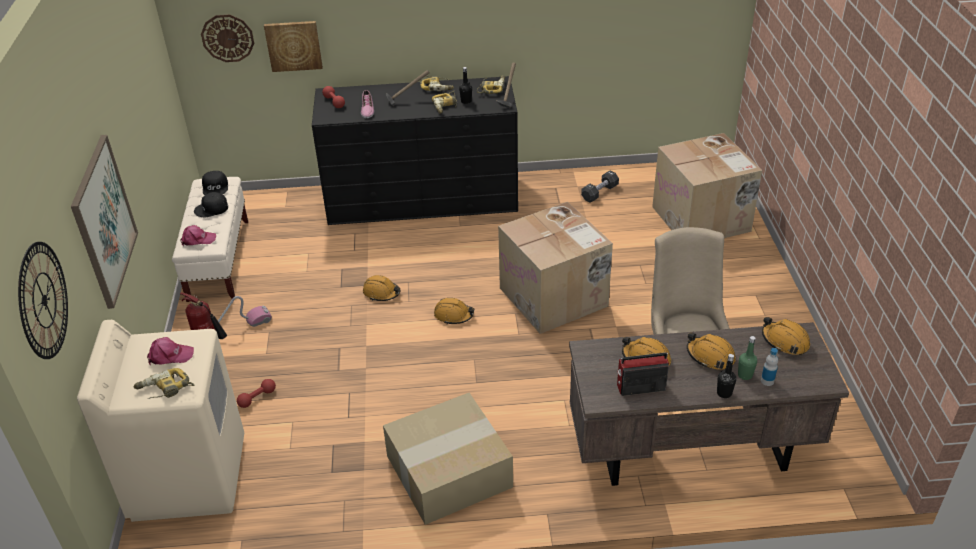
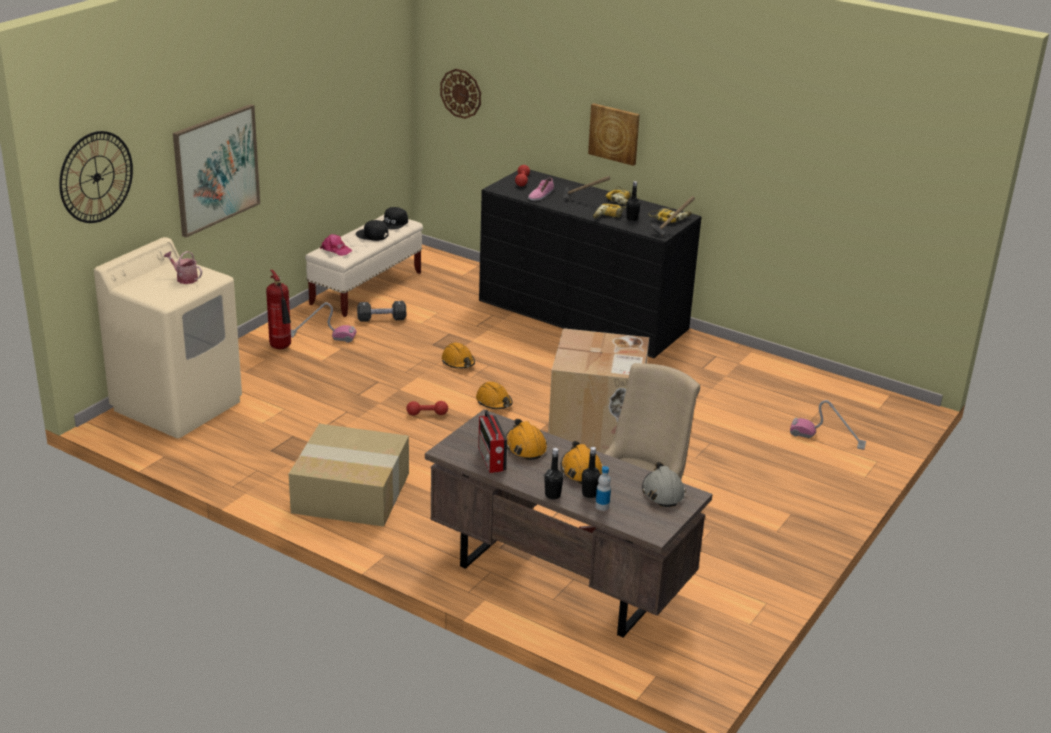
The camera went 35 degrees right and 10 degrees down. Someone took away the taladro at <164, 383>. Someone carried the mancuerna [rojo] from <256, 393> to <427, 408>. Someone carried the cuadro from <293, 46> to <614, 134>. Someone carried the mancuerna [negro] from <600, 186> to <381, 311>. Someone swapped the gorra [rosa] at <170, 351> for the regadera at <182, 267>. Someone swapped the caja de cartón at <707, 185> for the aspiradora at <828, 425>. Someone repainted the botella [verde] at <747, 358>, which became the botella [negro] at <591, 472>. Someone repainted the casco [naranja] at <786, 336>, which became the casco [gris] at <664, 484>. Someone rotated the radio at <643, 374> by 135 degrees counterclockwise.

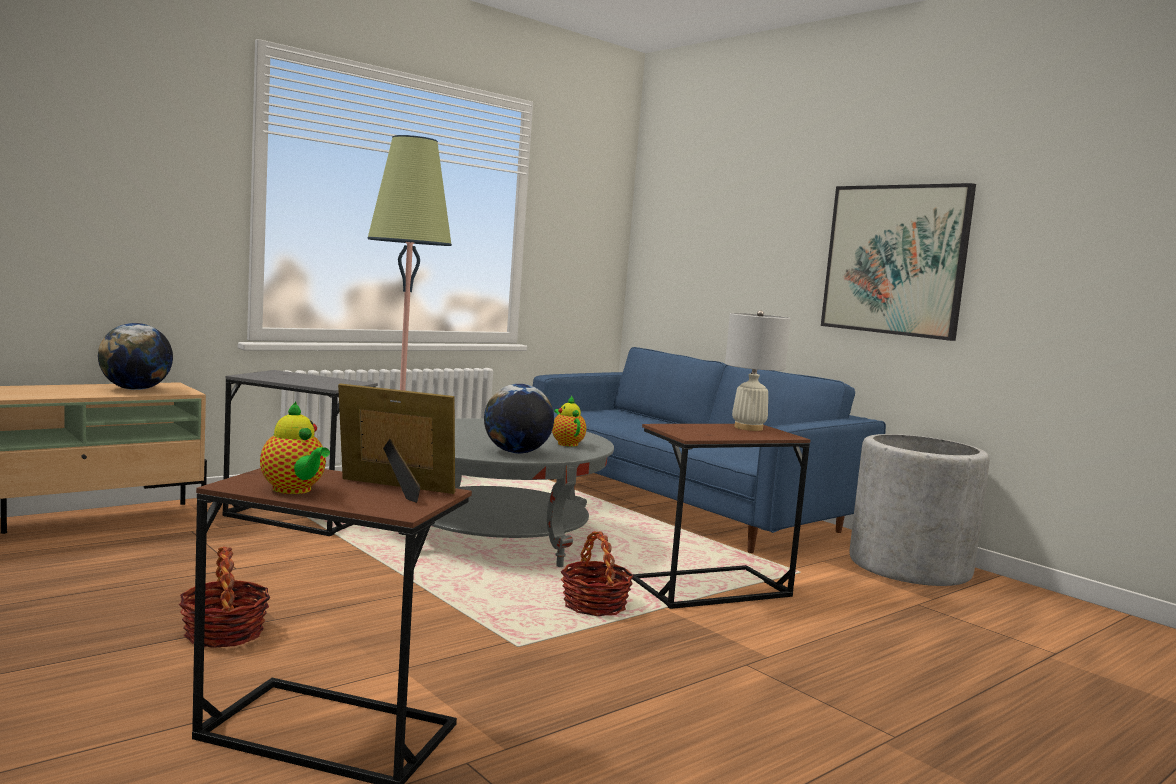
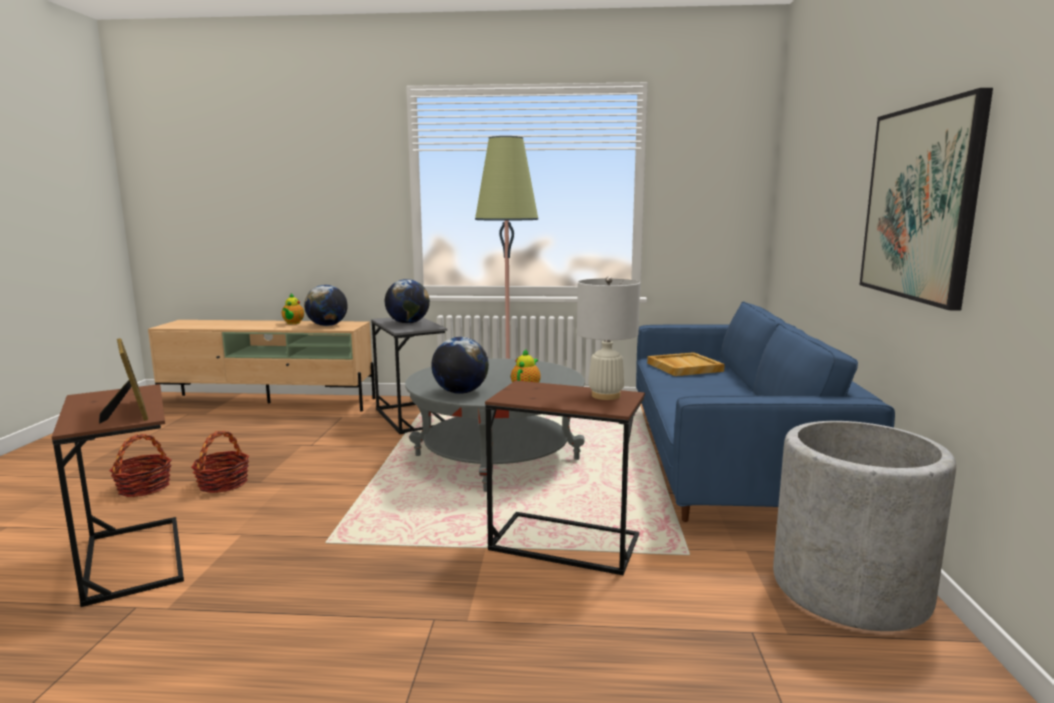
The camera went 45 degrees right and 5 degrees up. Someone put down the globo terráqueo at <407, 301>. Someone put down the bandeja [beis] at <686, 364>. Someone carried the tetera from <295, 448> to <293, 308>. Someone carried the cesta from <597, 573> to <140, 465>.

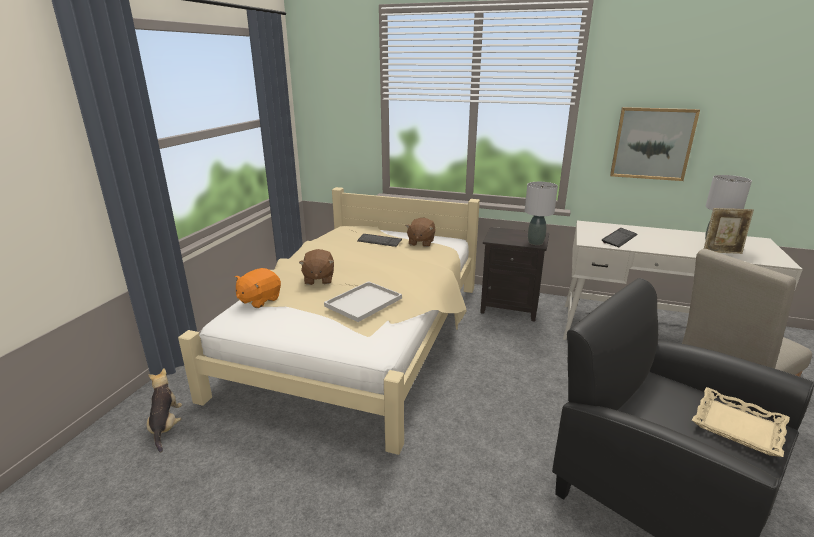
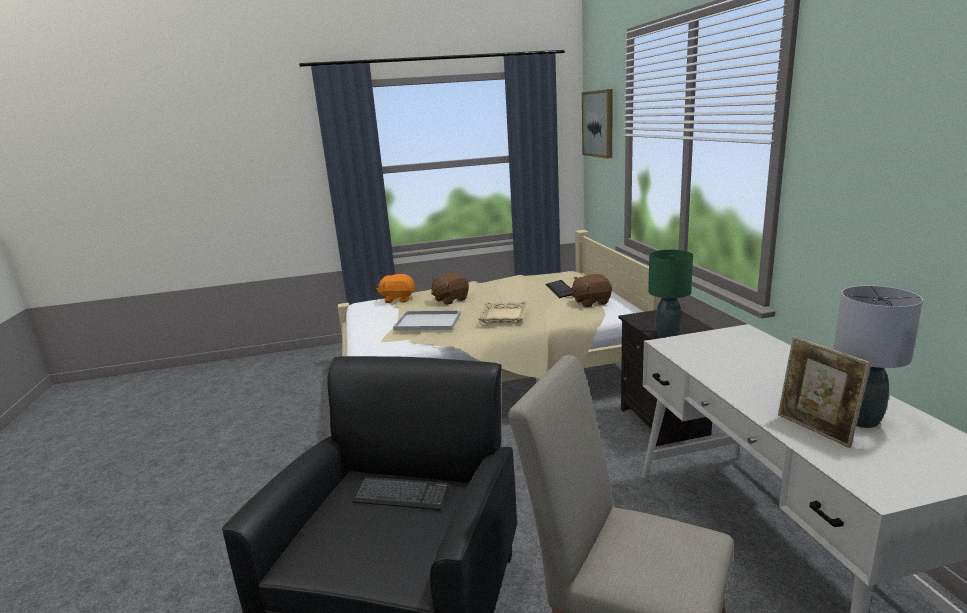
The camera went 60 degrees right and 5 degrees down. Someone took away the peluche at <164, 410>. Someone carried the teclado from <620, 237> to <400, 493>. Someone carried the cuadro from <655, 144> to <597, 124>. Someone carried the bandeja [beis] from <741, 422> to <502, 312>. Someone repainted the lámpara de mesa [gris] at <541, 213>, which became the lámpara de mesa [verde] at <670, 294>.

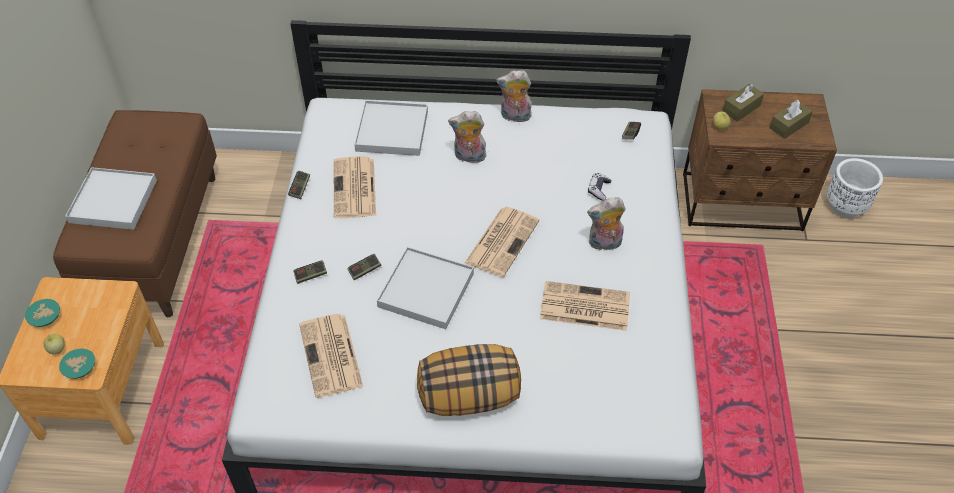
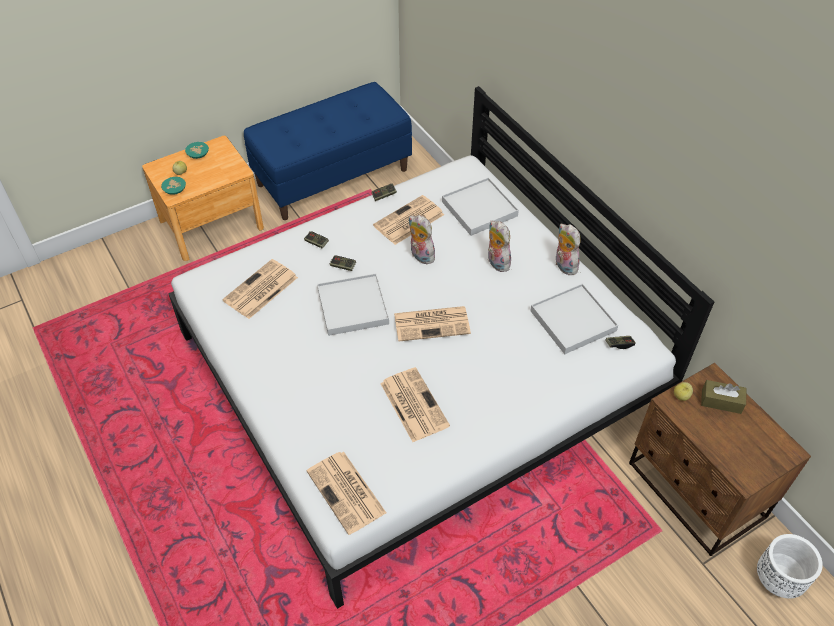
The camera went 55 degrees right and 0 degrees up. Someone took away the cojín at <469, 380>. Someone took away the mando de consola at <599, 187>. Someone took away the caja de pañuelos [marrón] at <791, 119>. Someone put down the periódico at <346, 493>. Someone carried the bandeja [blanco] from <111, 198> to <574, 318>. Someone carried the peluche from <606, 224> to <421, 239>. Someone repainted the banco [marrón] at <135, 213>, which became the banco [azul] at <328, 151>.

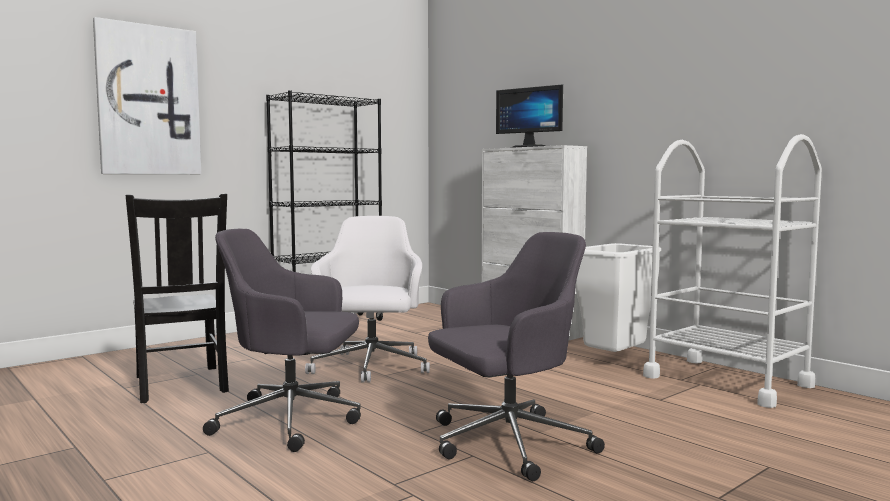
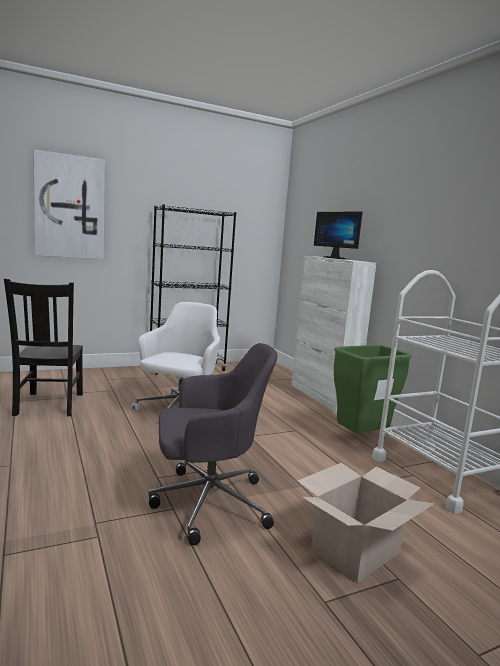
The camera went 15 degrees right and 5 degrees up. Someone took away the silla de oficina [gris] at <282, 340>. Someone put down the caja de cartón at <365, 523>. Someone repainted the papelera [blanco] at <618, 297>, which became the papelera [verde] at <373, 389>.

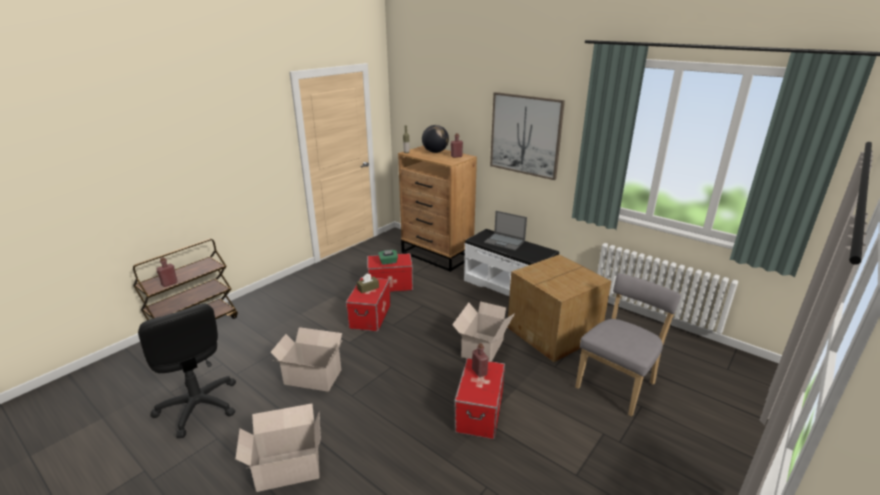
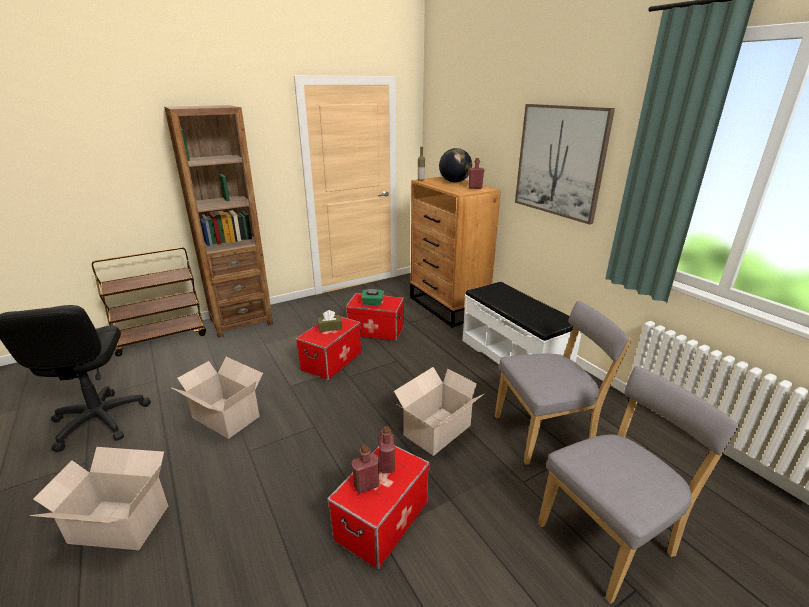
The camera went 20 degrees right and 0 degrees up. Someone took away the portátil at <505, 230>. Someone put down the estantería [marrón] at <218, 221>. Someone carried the botella [rojo] from <167, 272> to <366, 469>. Someone swapped the caja de cartón at <559, 308> for the silla [gris] at <563, 383>.

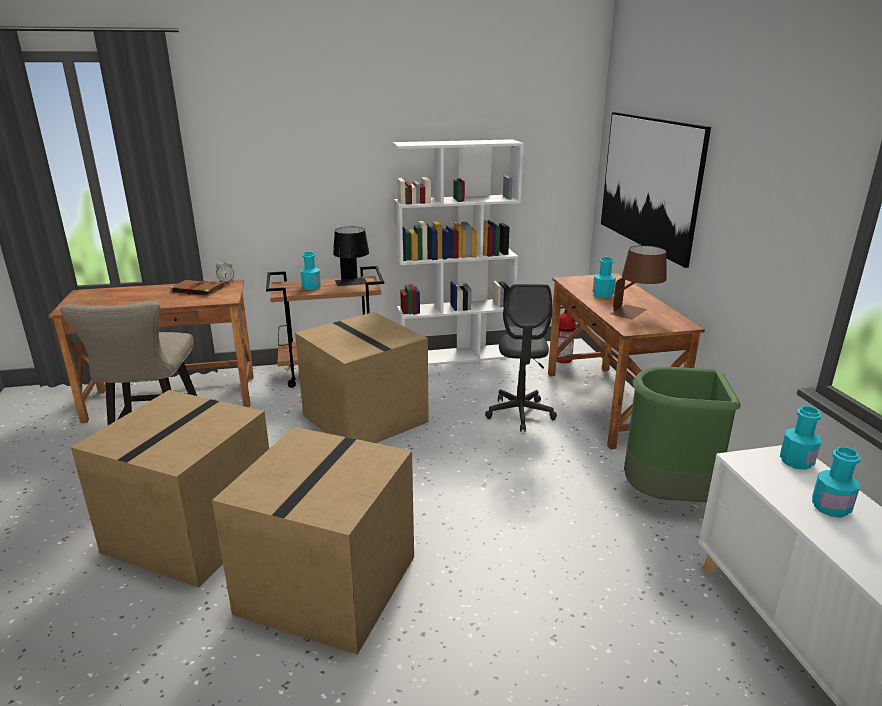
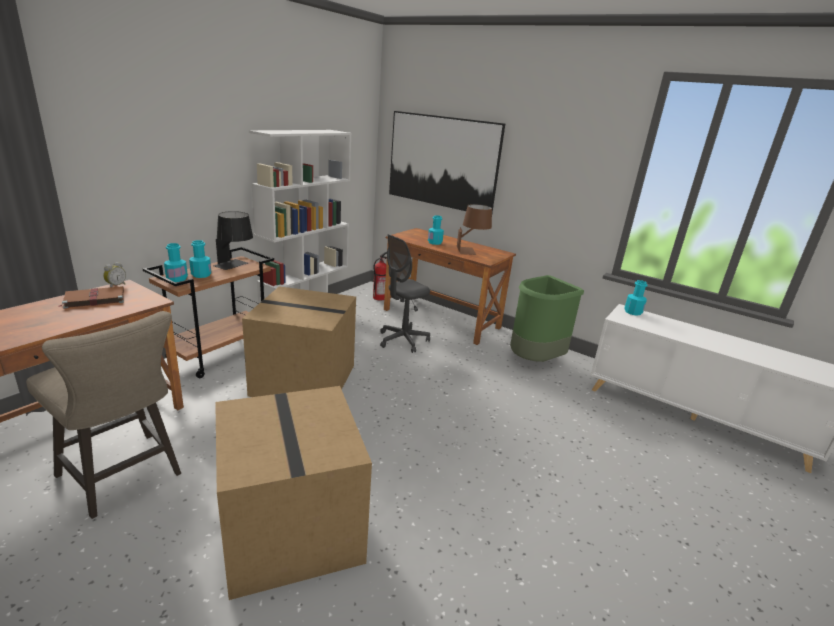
The camera went 45 degrees left and 0 degrees up. Someone took away the caja de cartón at <313, 541>. Someone carried the botella [turquesa] from <836, 482> to <176, 262>. Someone rotated the silla de oficina [gris] at <521, 358> by 90 degrees clockwise.

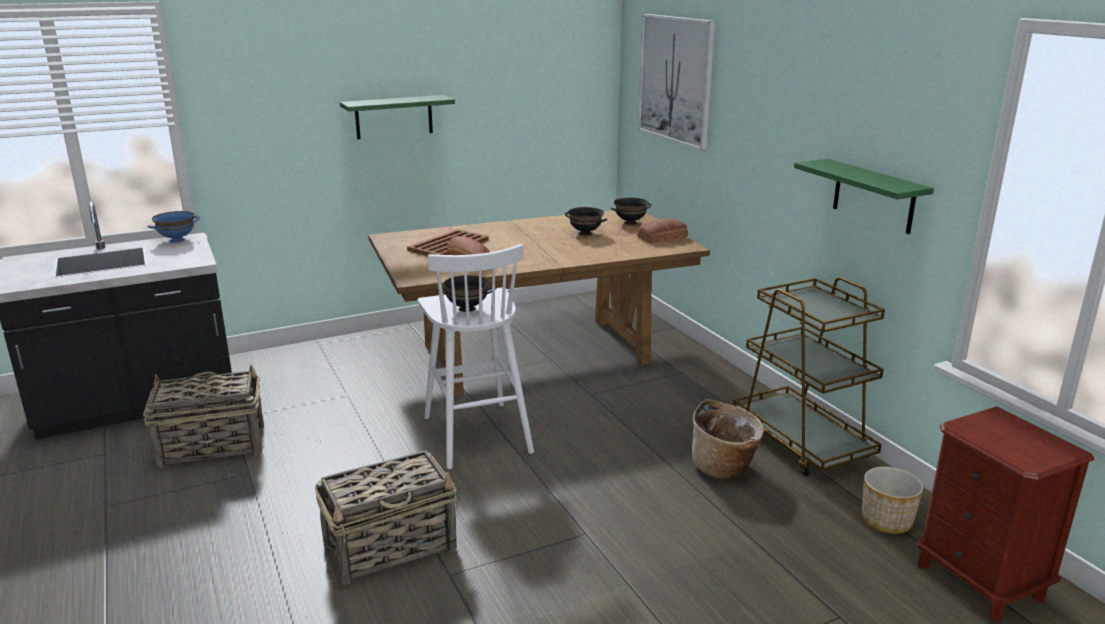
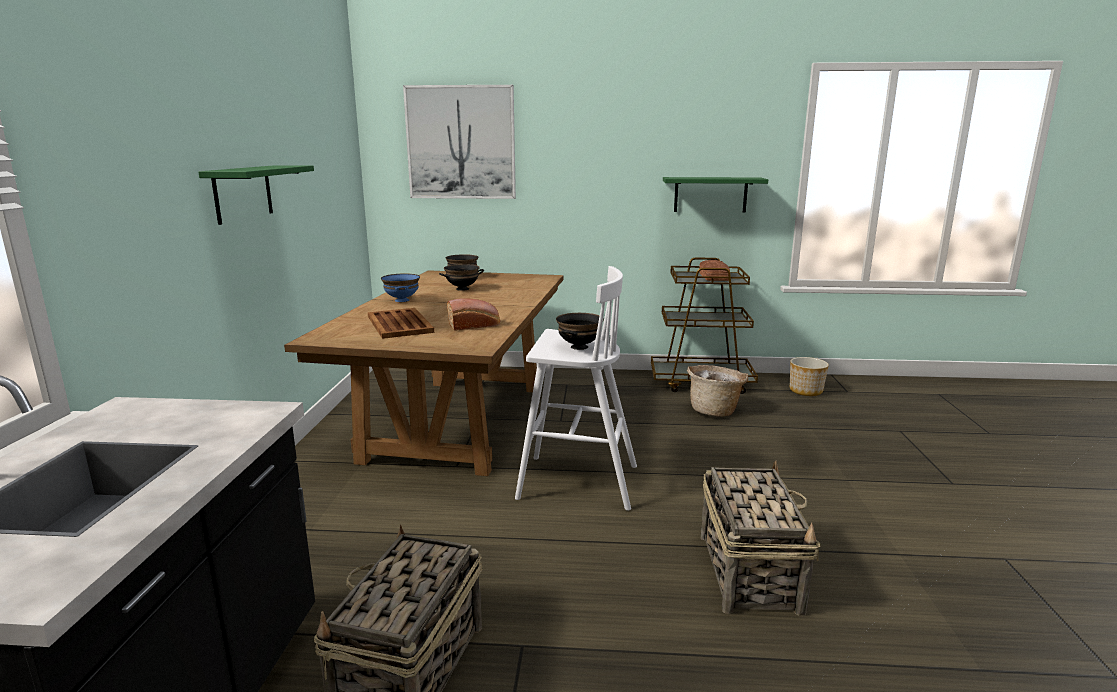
The camera went 60 degrees left and 5 degrees down. Someone took away the mesita de noche [marrón] at <1005, 514>. Someone carried the cuenco [azul] from <173, 226> to <400, 288>. Someone carried the pan from <662, 231> to <714, 270>.

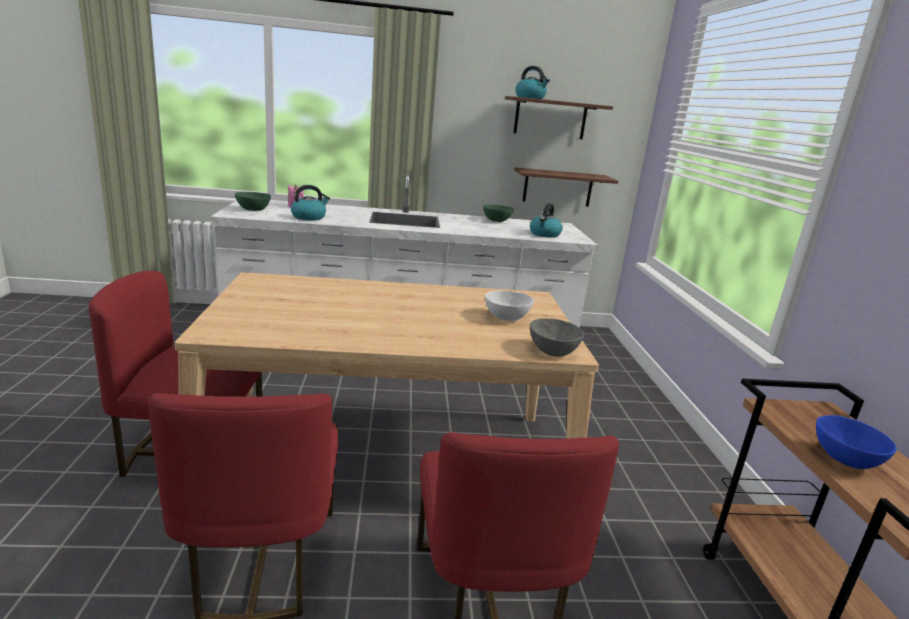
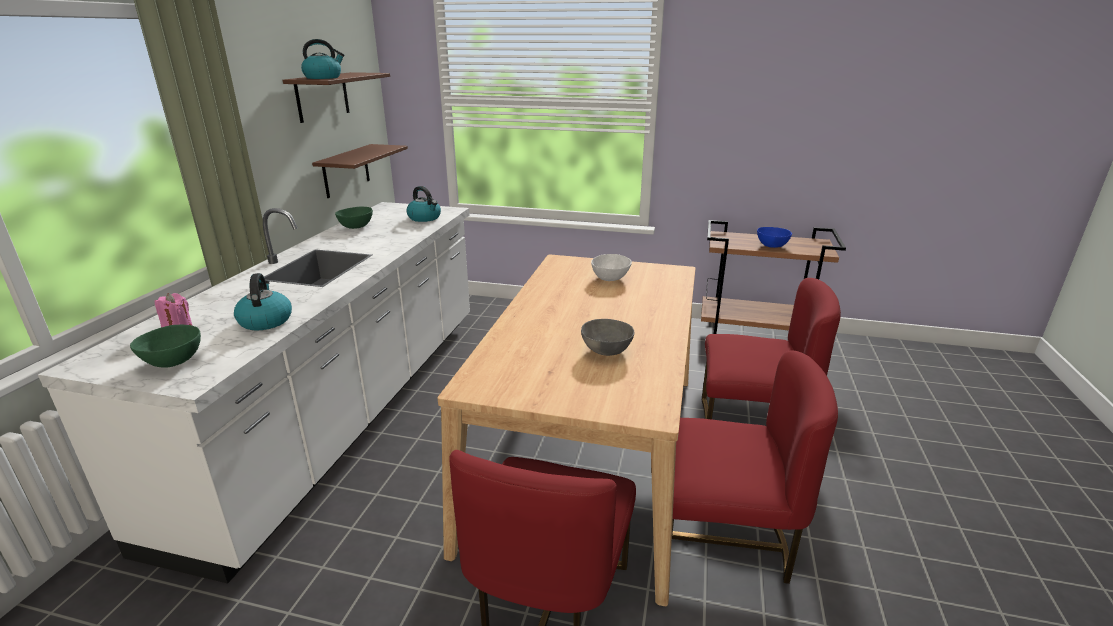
The camera went 70 degrees left and 5 degrees up. Someone carried the cuenco [gris] from <557, 337> to <607, 337>.

